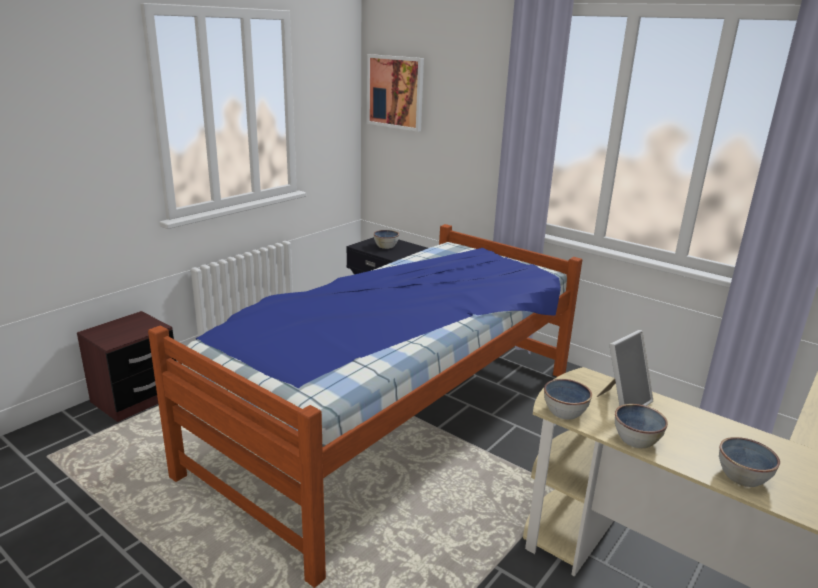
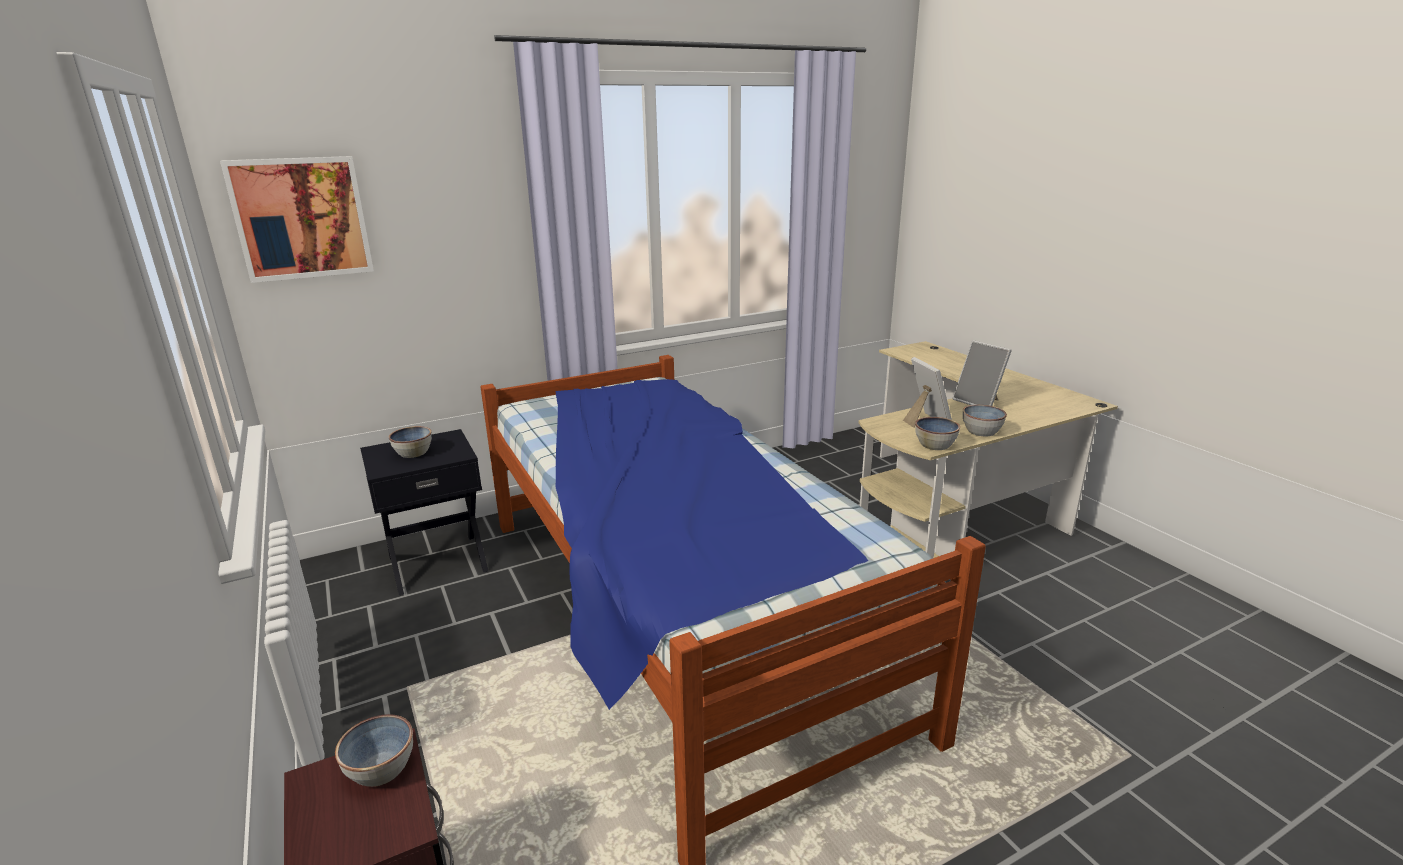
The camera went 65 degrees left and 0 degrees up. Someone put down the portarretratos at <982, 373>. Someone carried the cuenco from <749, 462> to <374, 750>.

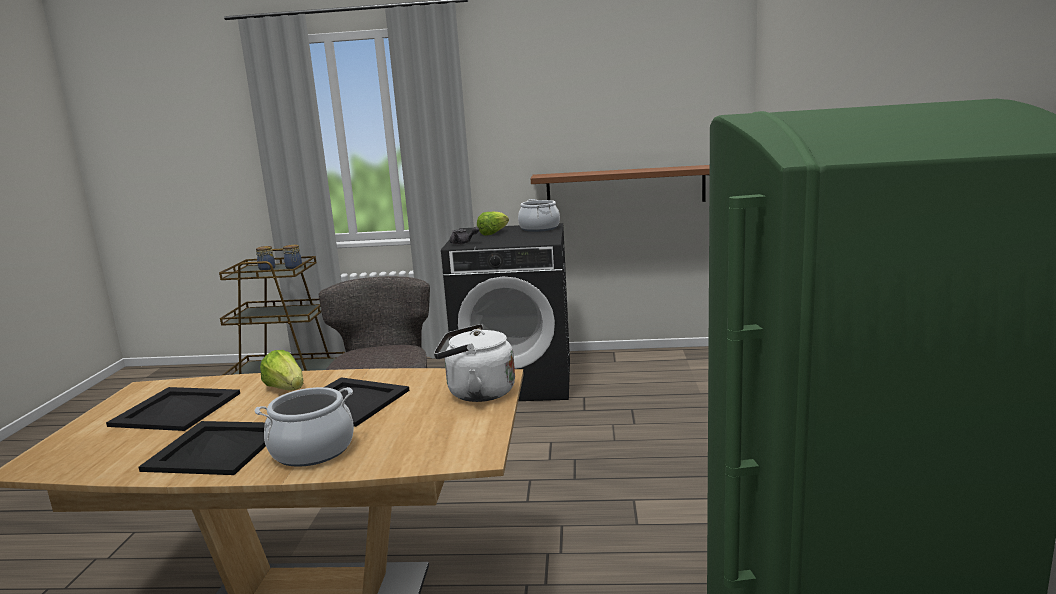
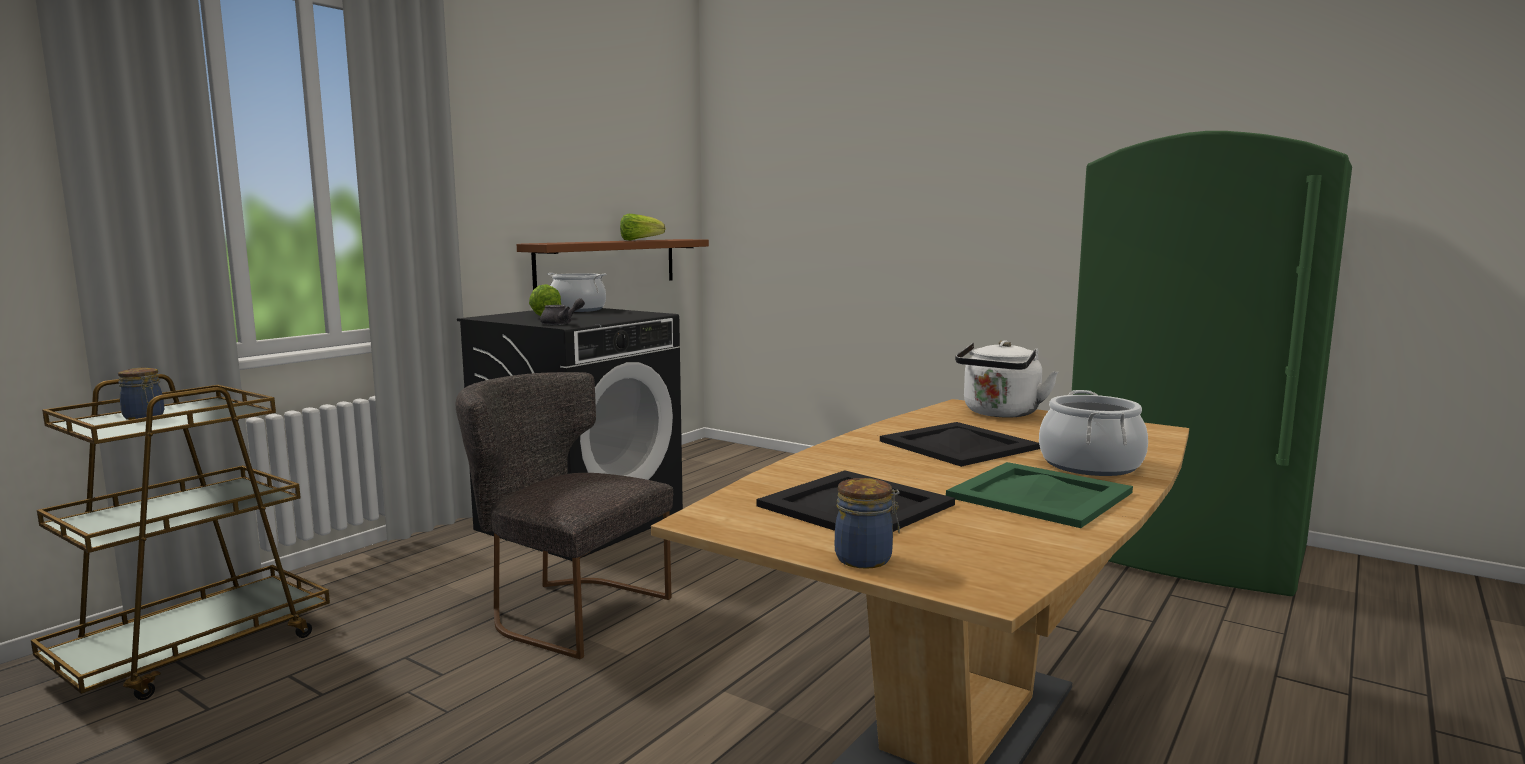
The camera went 60 degrees left and 5 degrees down. Someone carried the lechuga from <282, 370> to <642, 227>. Someone carried the tarro from <292, 256> to <867, 523>. Someone repainted the bandeja [negro] at <202, 448>, which became the bandeja [verde] at <1039, 495>.

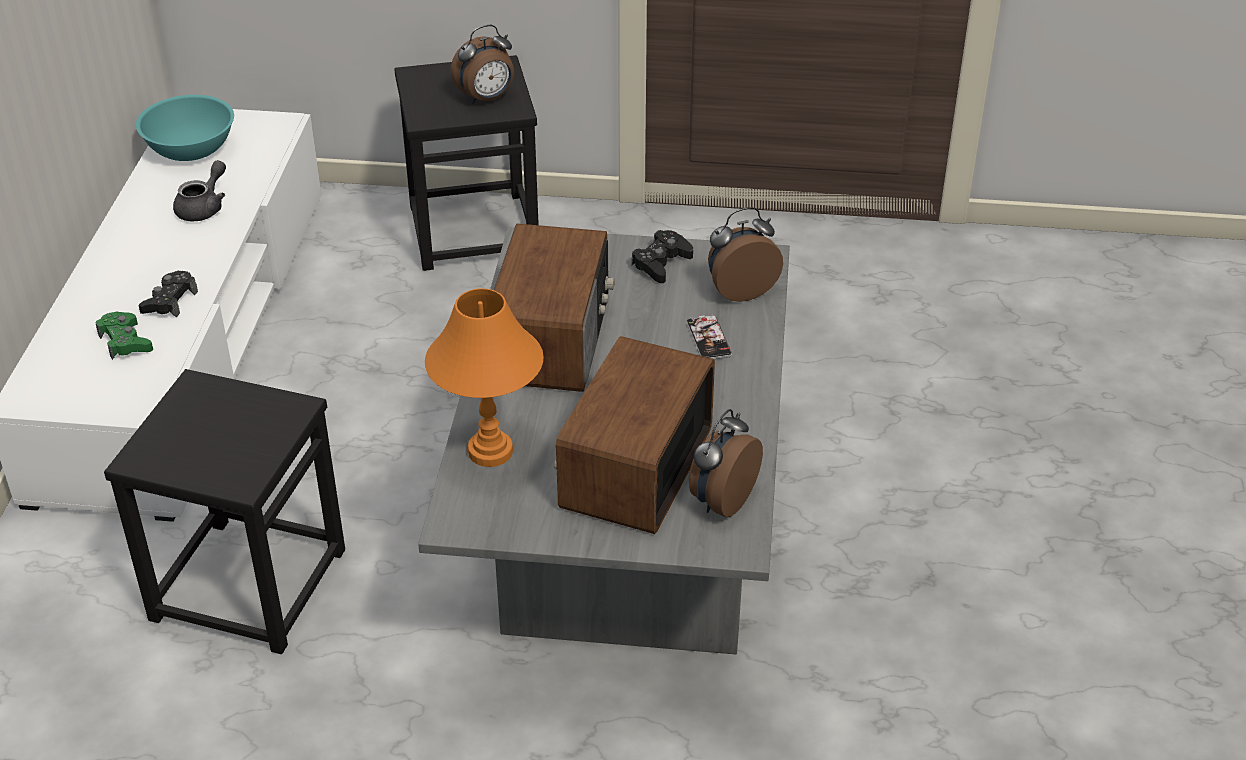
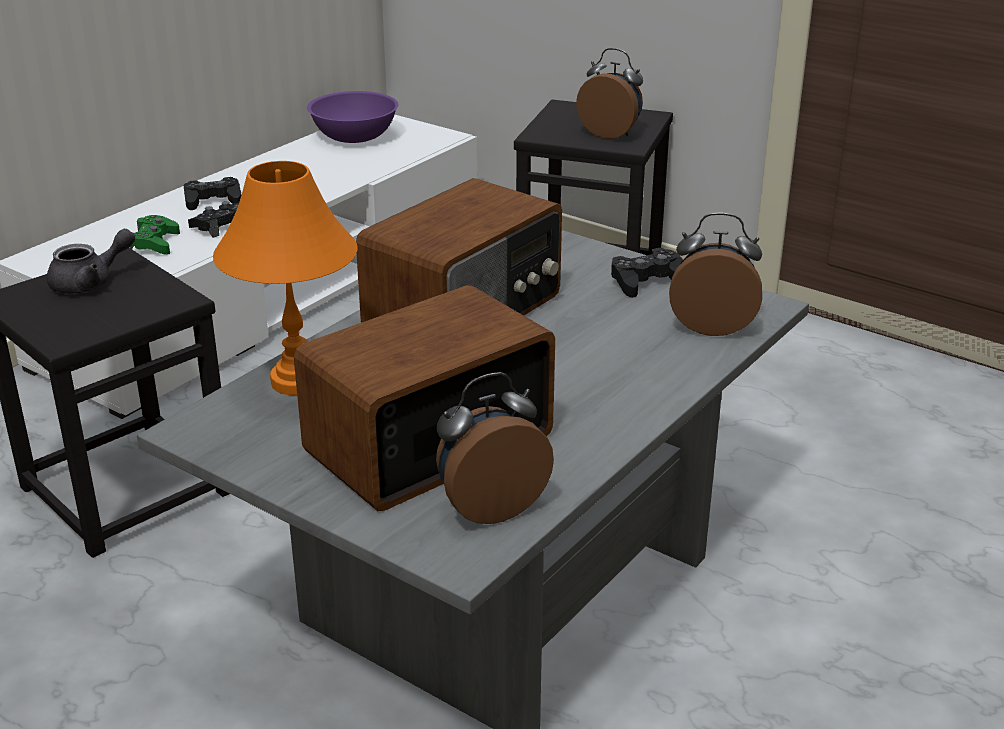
The camera went 30 degrees right and 10 degrees down. Someone took away the móvil at <709, 336>. Someone put down the mando de consola [negro] at <212, 193>. Someone carried the tetera [gris] from <199, 191> to <91, 261>. Someone repainted the cuenco [turquesa] at <185, 128>, which became the cuenco [morado] at <352, 117>. Someone rotated the despertador at <482, 64> by 150 degrees counterclockwise.

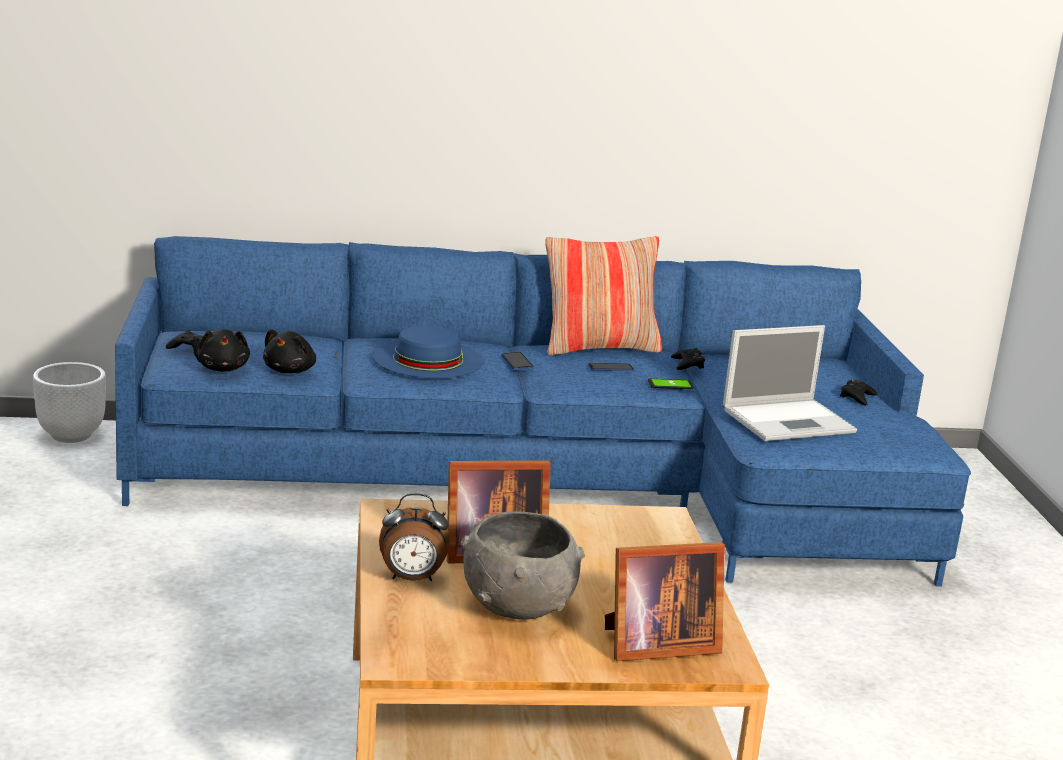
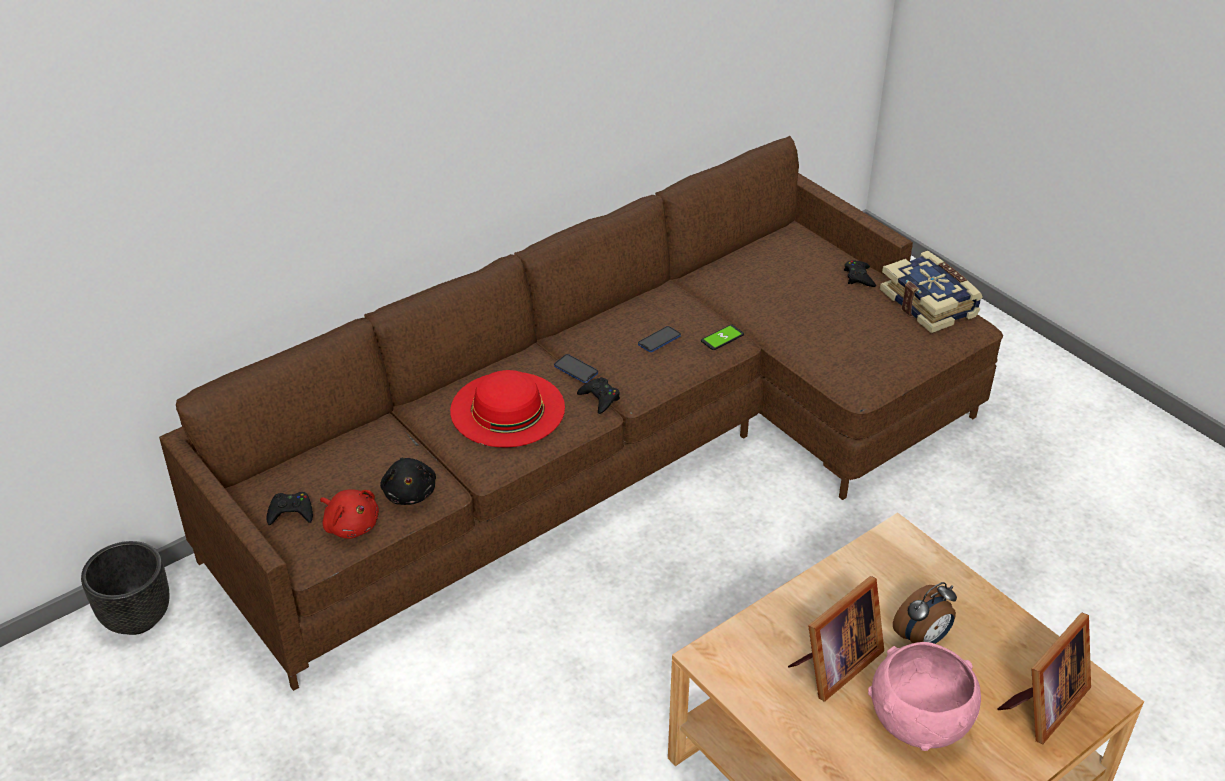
The camera went 30 degrees left and 20 degrees up. Someone took away the cojín at <603, 295>. Someone took away the portátil at <790, 383>. Someone put down the libro at <931, 292>. Someone carried the despertador from <414, 537> to <925, 613>. Someone carried the mando de consola [negro] from <688, 359> to <598, 395>. Someone repainted the maceta [blanco] at <69, 402>, which became the maceta [negro] at <125, 588>. Someone repainted the sofá [azul] at <543, 411>, which became the sofá [marrón] at <581, 413>. Someone repainted the peluche [negro] at <223, 350>, which became the peluche [rojo] at <349, 514>. Someone repainted the sombrero [azul] at <427, 351>, which became the sombrero [rojo] at <507, 409>. Someone repainted the cuenco [gris] at <523, 566>, which became the cuenco [rosa] at <924, 696>.

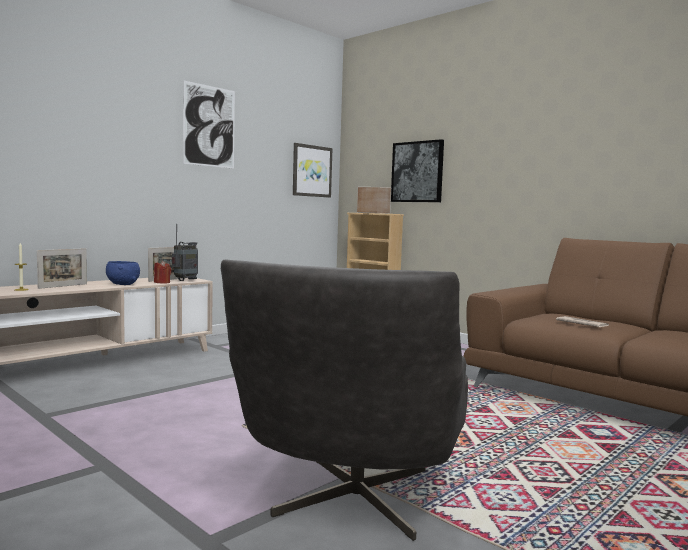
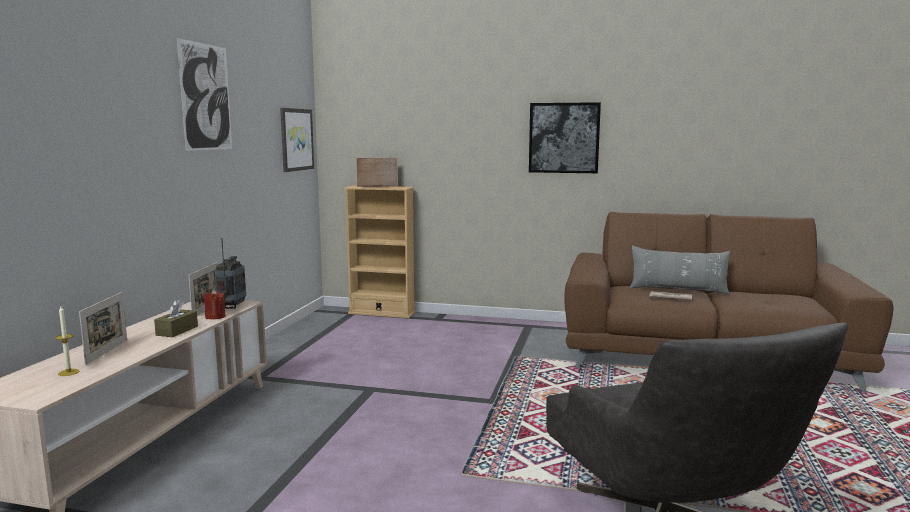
The camera went 30 degrees left and 5 degrees up. Someone put down the cojín [gris] at <680, 270>. Someone carried the cuadro from <417, 170> to <565, 137>. Someone swapped the cuenco [azul] at <123, 273> for the caja de pañuelos [marrón] at <176, 318>.

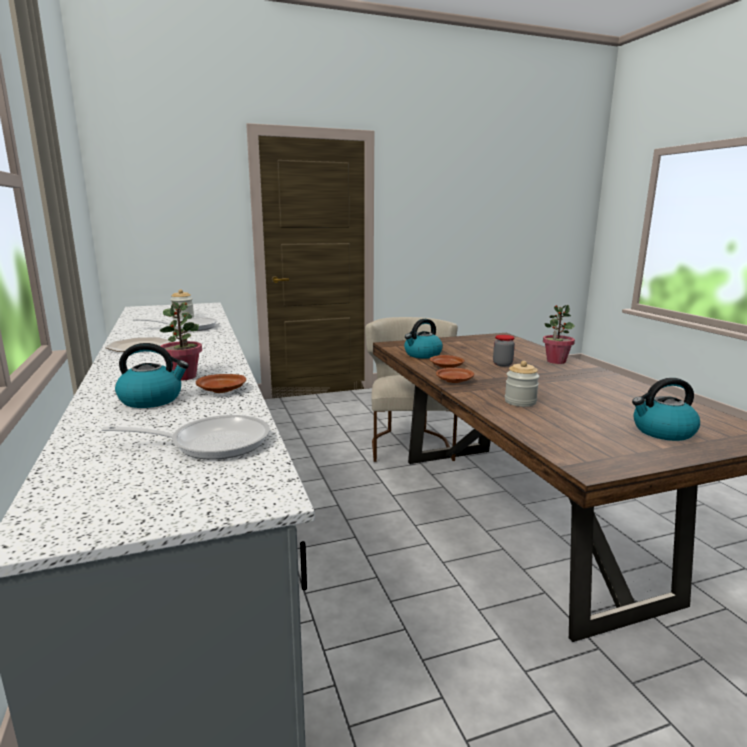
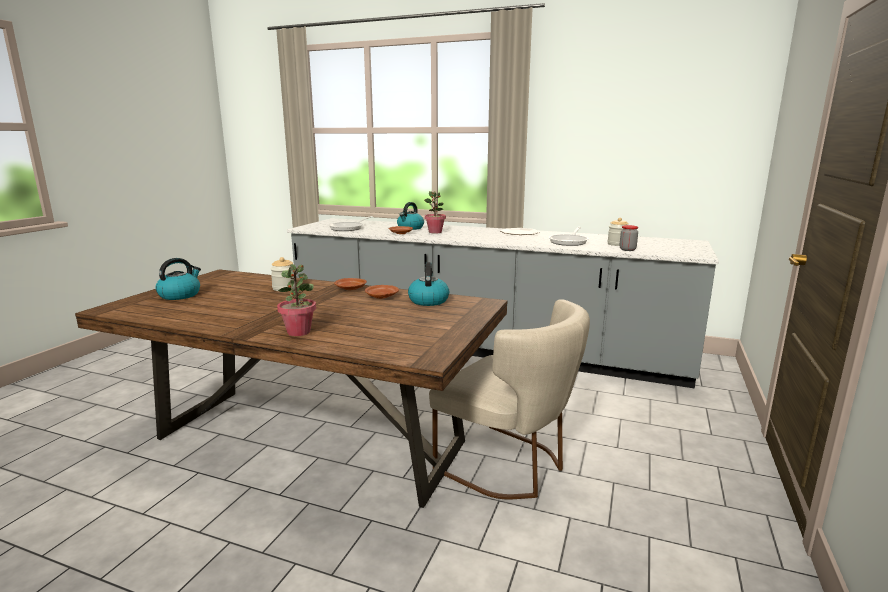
The camera went 130 degrees right and 0 degrees up. Someone carried the tarro from <504, 350> to <629, 238>.

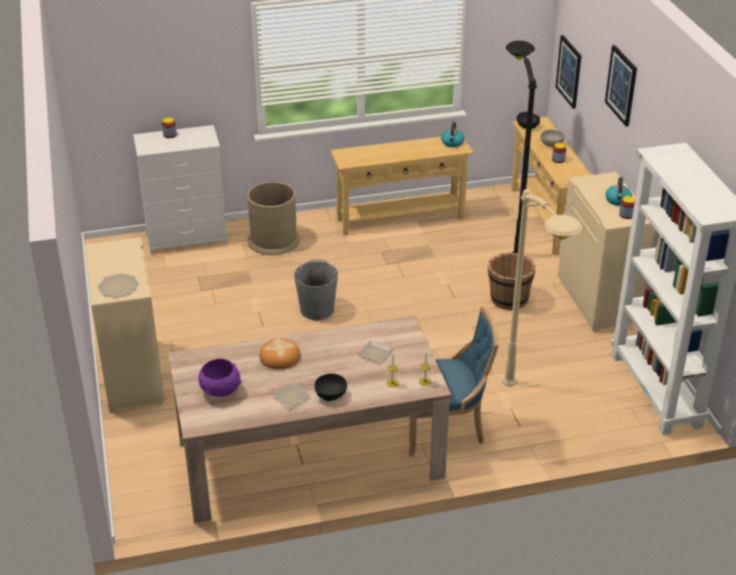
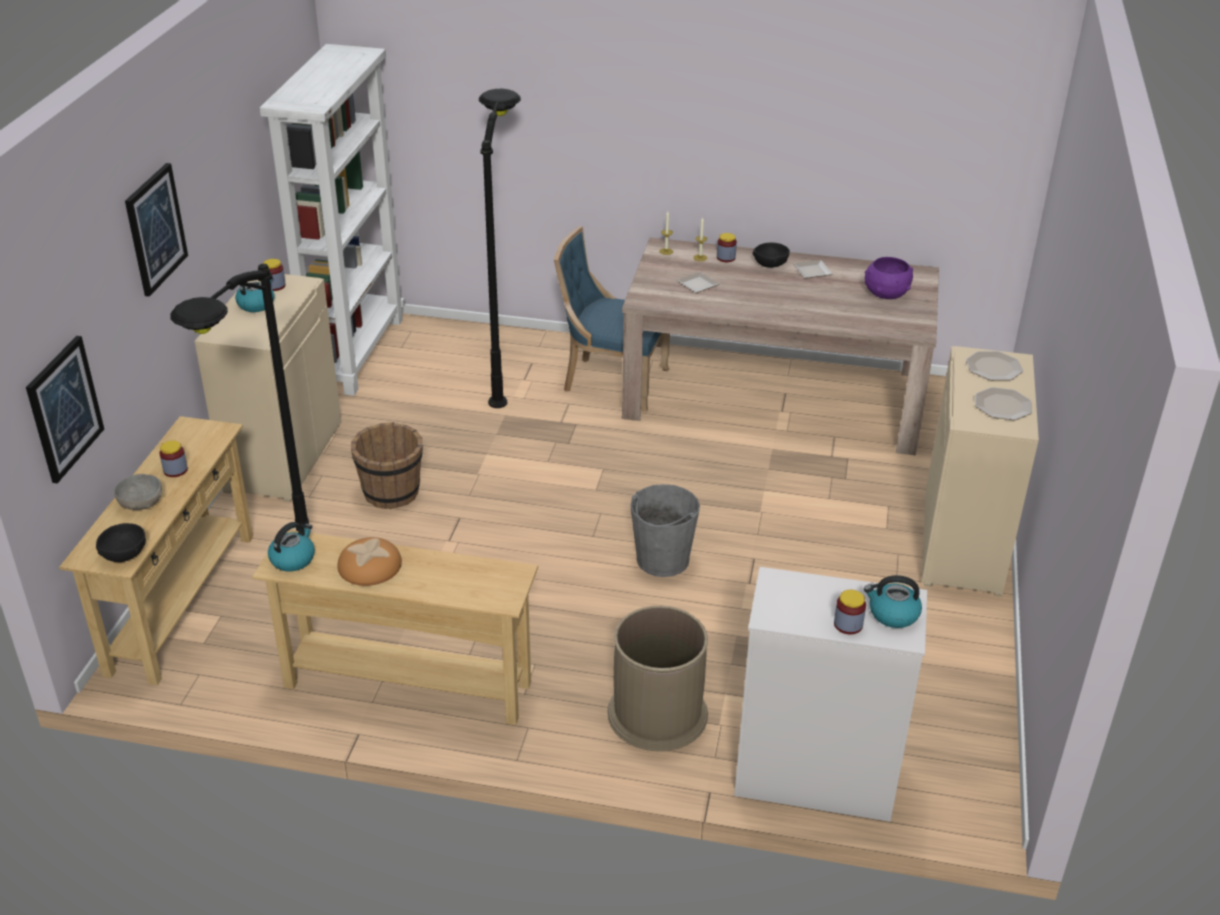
The camera went 155 degrees left and 0 degrees up. Someone put down the tarro at <727, 247>. Someone put down the hervidor at <893, 601>. Someone put down the plato at <1003, 403>. Someone carried the pan from <280, 353> to <369, 561>. Someone repainted the lámpara de pie [beis] at <542, 287>, which became the lámpara de pie [negro] at <500, 248>.

